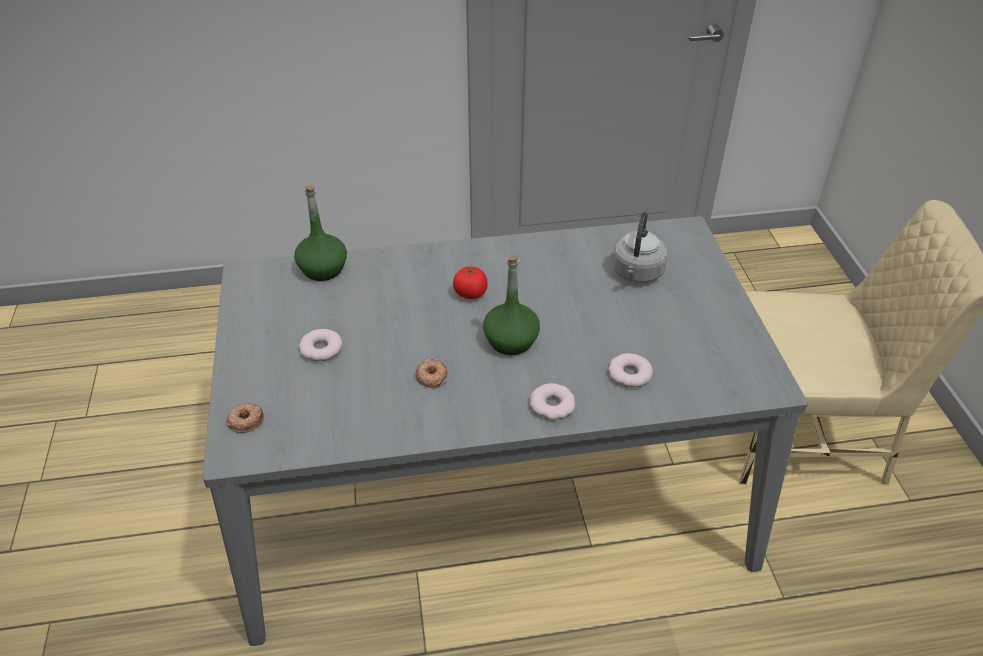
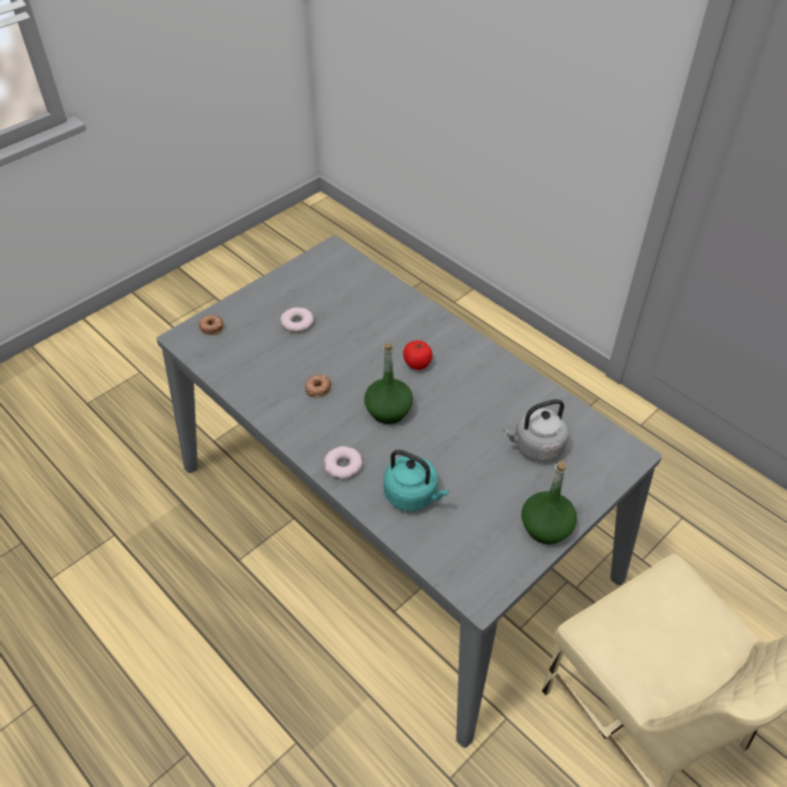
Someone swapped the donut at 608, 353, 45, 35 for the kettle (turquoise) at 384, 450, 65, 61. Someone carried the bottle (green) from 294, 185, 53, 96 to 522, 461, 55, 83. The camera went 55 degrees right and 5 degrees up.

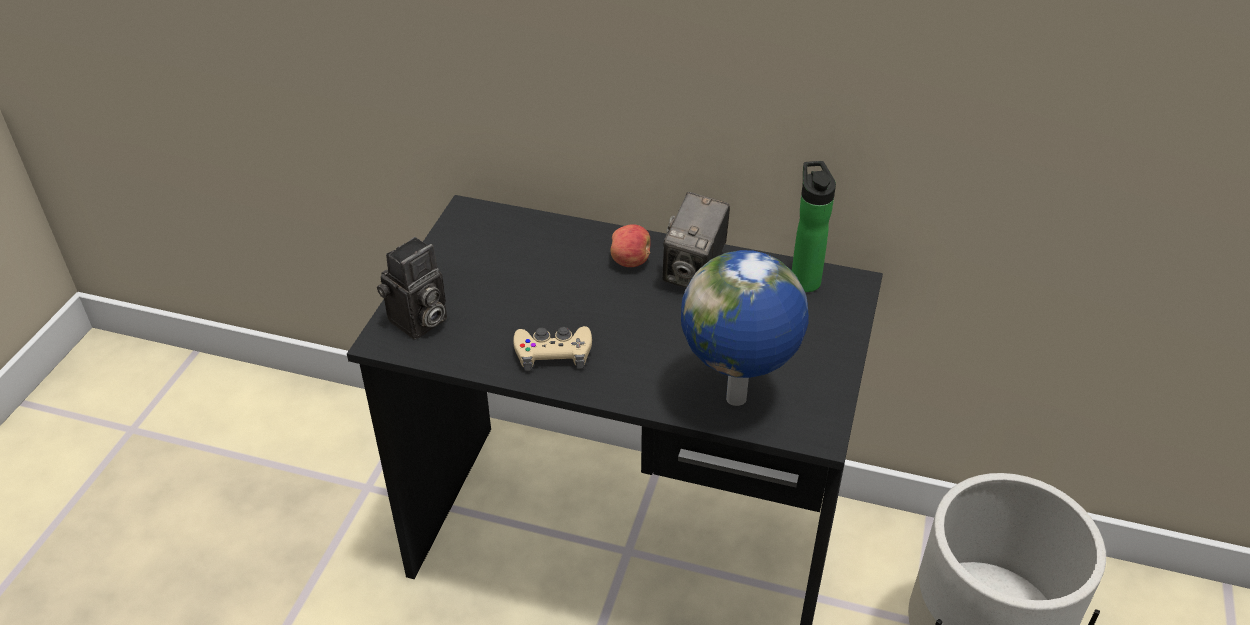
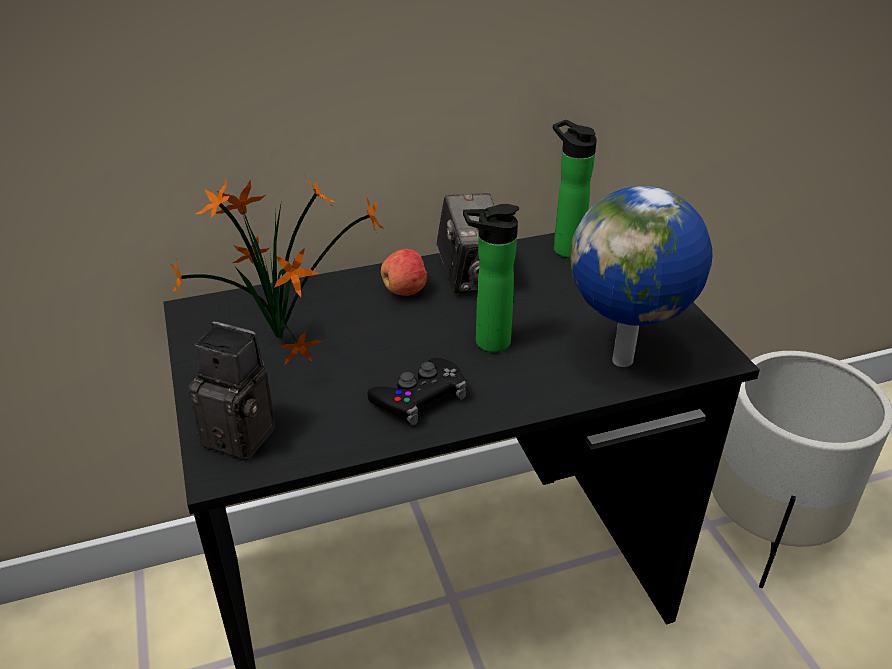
Someone put down the potted plant at 170, 174, 214, 190. Someone rotated the photo camera at 377, 237, 70, 102 by 75 degrees counterclockwise. Someone repainted the game controller (beige) at 513, 326, 79, 45, which became the game controller (black) at 367, 358, 100, 68. Someone put down the bottle at 463, 204, 56, 149. The camera went 35 degrees left and 5 degrees down.

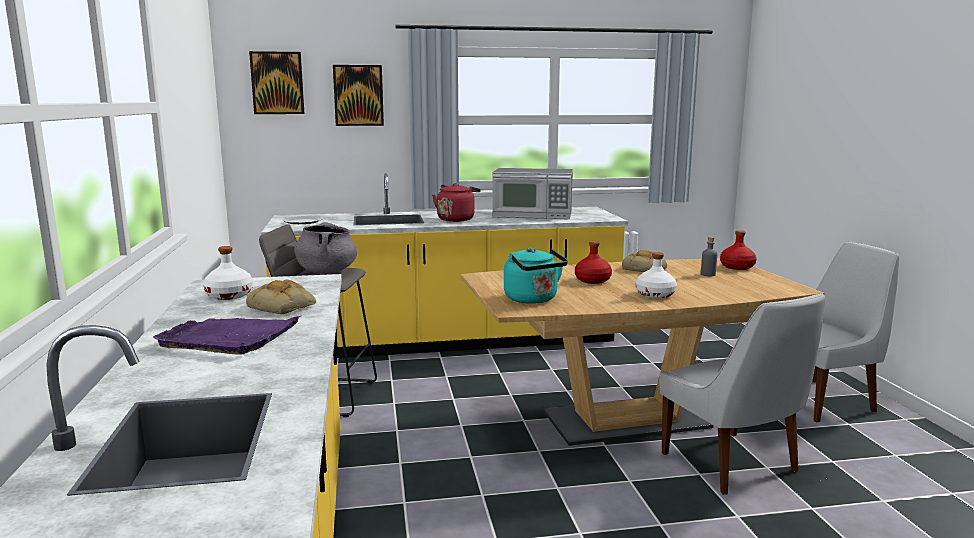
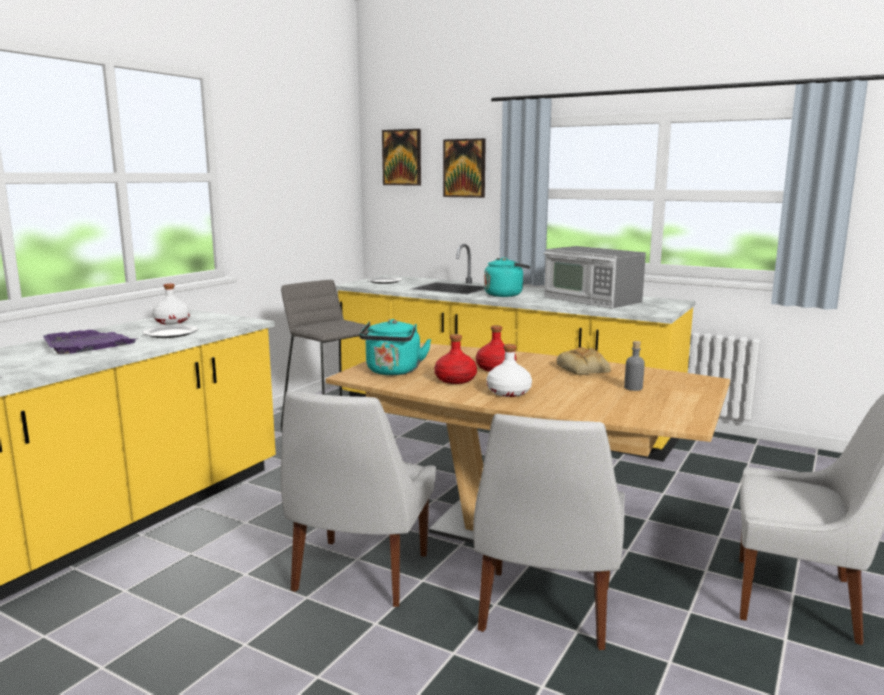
Someone swapped the bread at 246, 280, 70, 34 for the plate at 143, 325, 55, 13. Someone put down the chair (white) at 281, 391, 155, 216. Someone carried the bottle (red) from 720, 230, 36, 40 to 434, 334, 43, 50. Someone repainted the kettle (red) at 432, 183, 49, 39, which became the kettle (turquoise) at 484, 257, 47, 40. Someone took away the cooking pot (grey) at 294, 222, 63, 51. The camera went 40 degrees right and 0 degrees up.

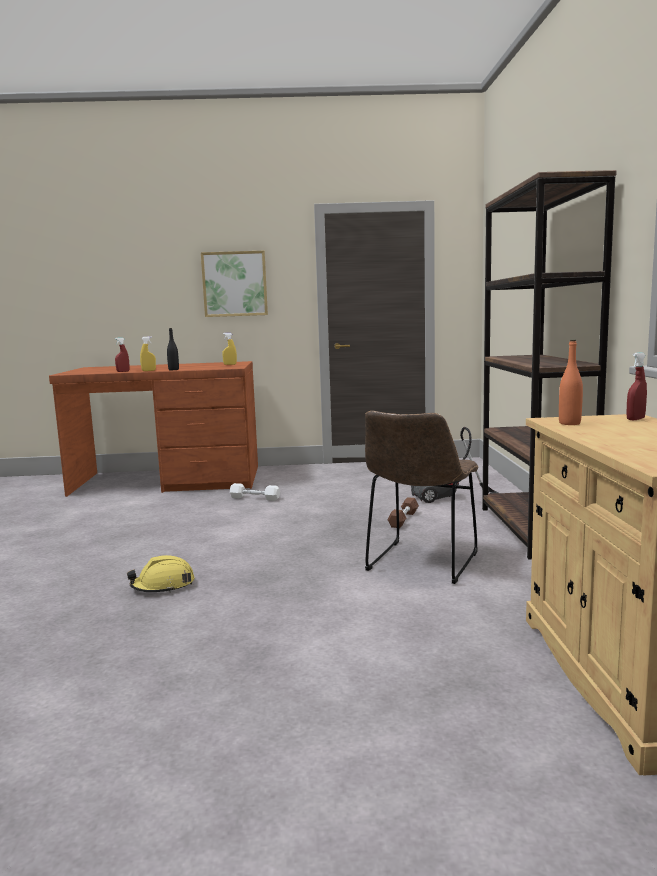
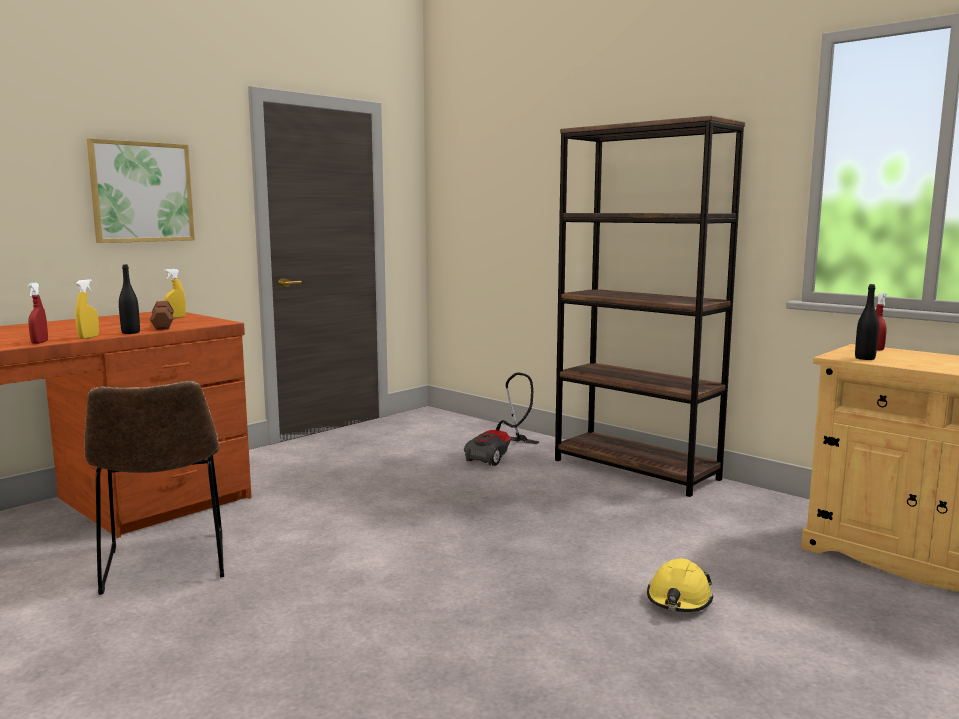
Someone carried the chair (brown) from 365, 411, 113, 173 to 84, 381, 140, 214. Someone carried the dumbbell (brown) from 387, 497, 32, 31 to 150, 301, 24, 29. Someone carried the hard hat (yellow) from 127, 555, 68, 38 to 647, 558, 66, 54. Someone repainted the bottle (orange) at 559, 340, 24, 85, which became the bottle (black) at 855, 284, 24, 76. Someone took away the dumbbell (white) at 230, 483, 50, 18. The camera went 45 degrees left and 0 degrees up.

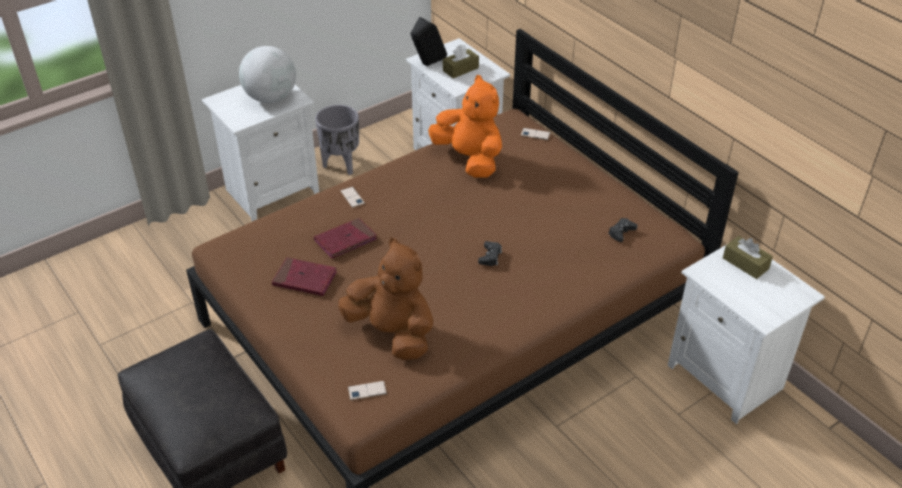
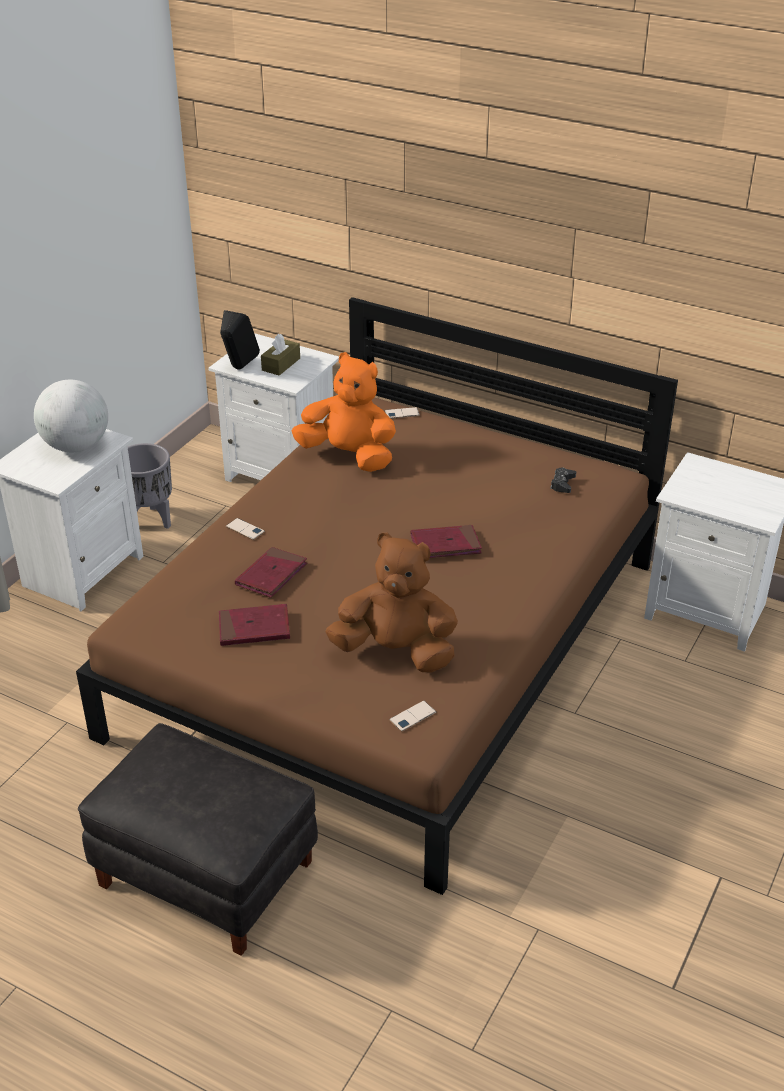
Someone swapped the game controller (black) at 478, 241, 24, 25 for the book (red) at 411, 525, 71, 33. Someone took away the tissue box (brown) at 723, 236, 50, 43. The camera went 25 degrees left and 5 degrees down.

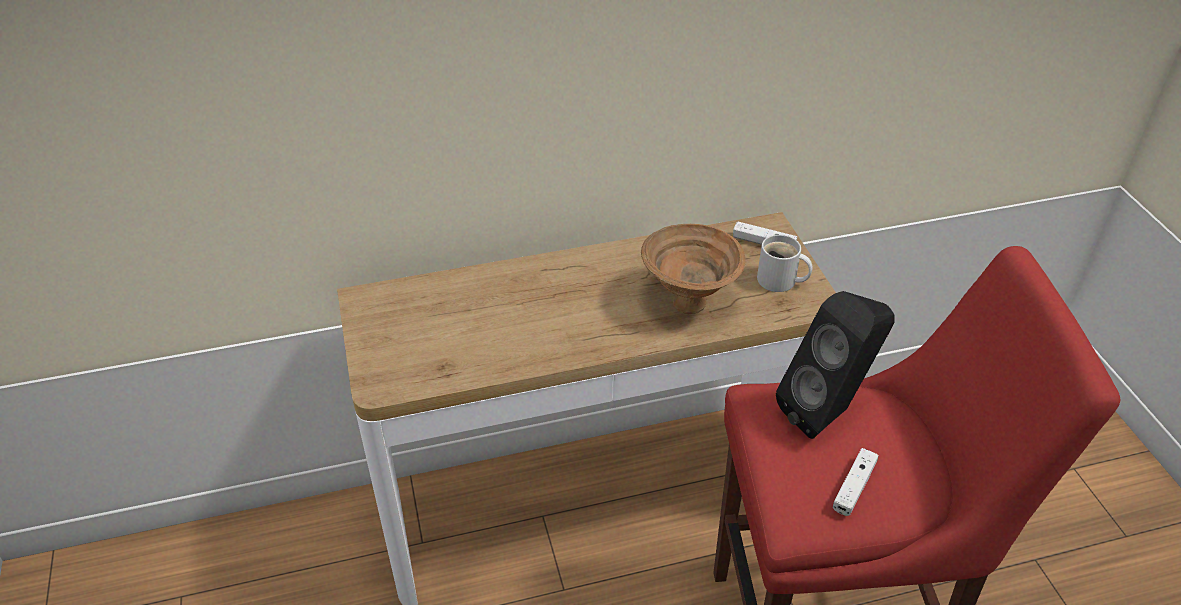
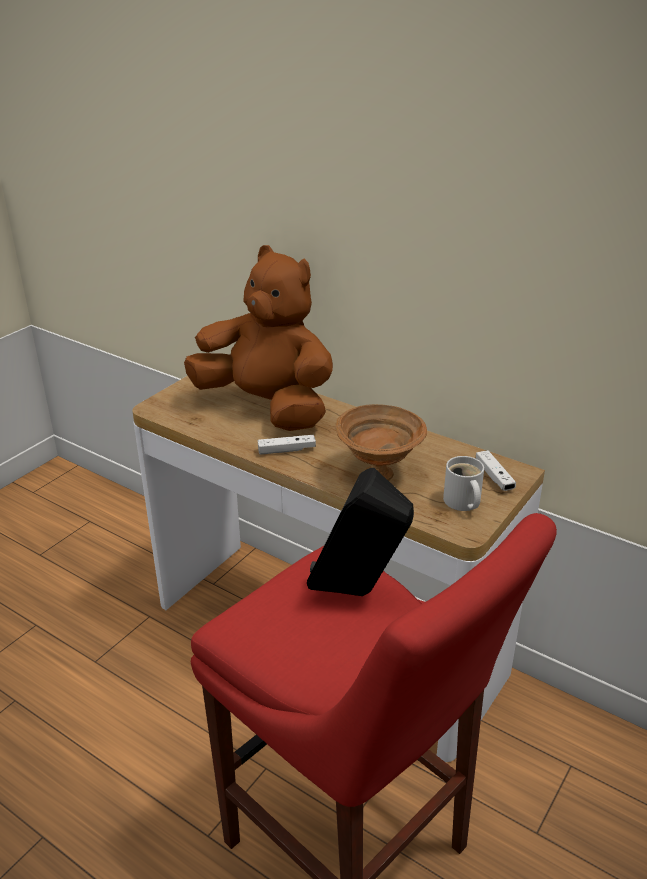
Someone put down the plush toy (brown) at 184, 245, 149, 186. Someone carried the game controller (white) from 833, 448, 46, 68 to 258, 435, 58, 20. The camera went 50 degrees right and 10 degrees down.

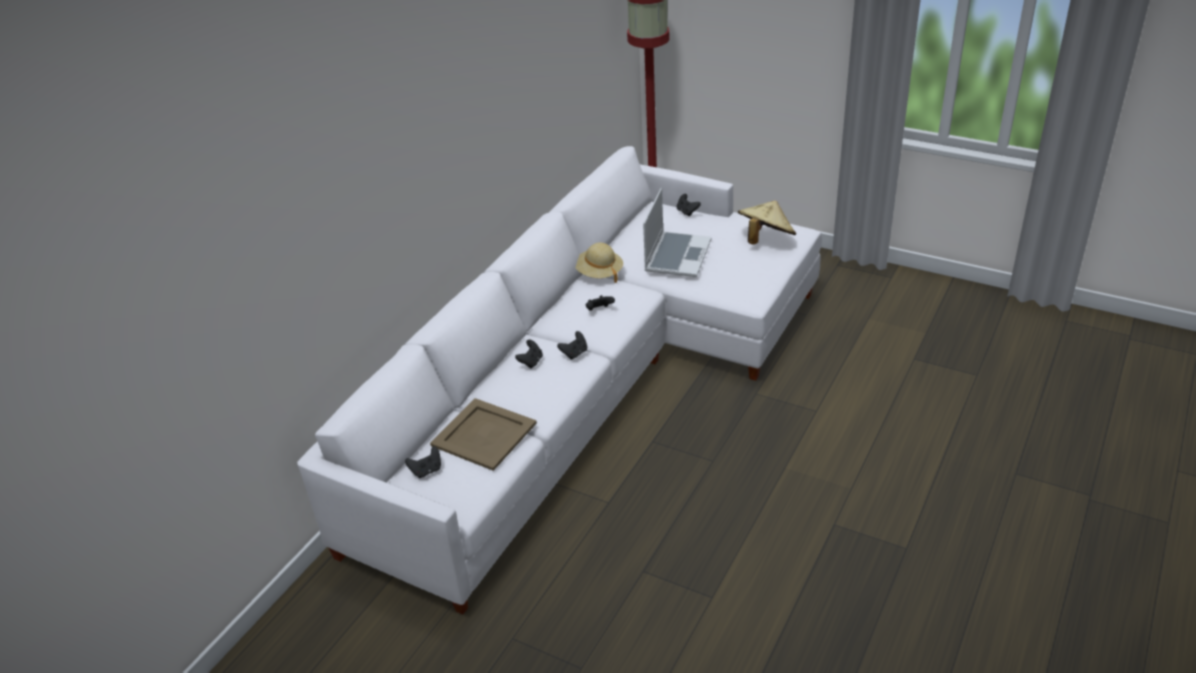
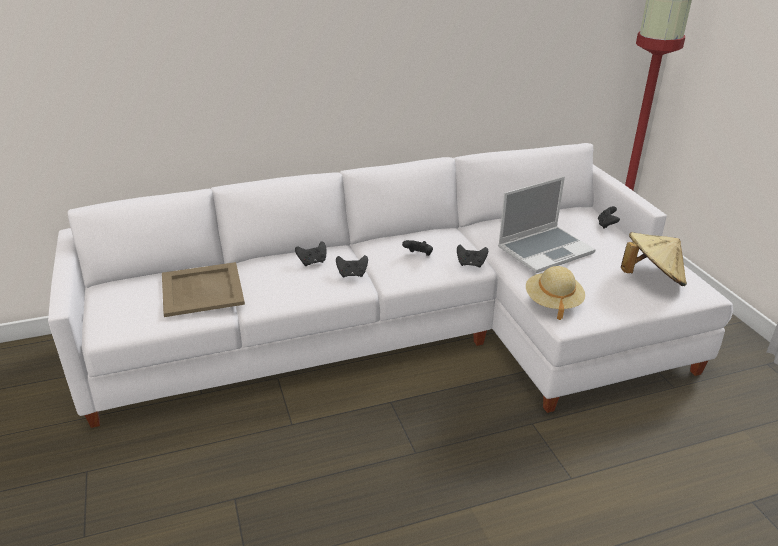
Someone carried the game controller (black) from 405, 446, 36, 32 to 457, 245, 31, 23. Someone carried the hat (beige) from 576, 243, 47, 40 to 526, 266, 59, 54. The camera went 40 degrees right and 5 degrees down.

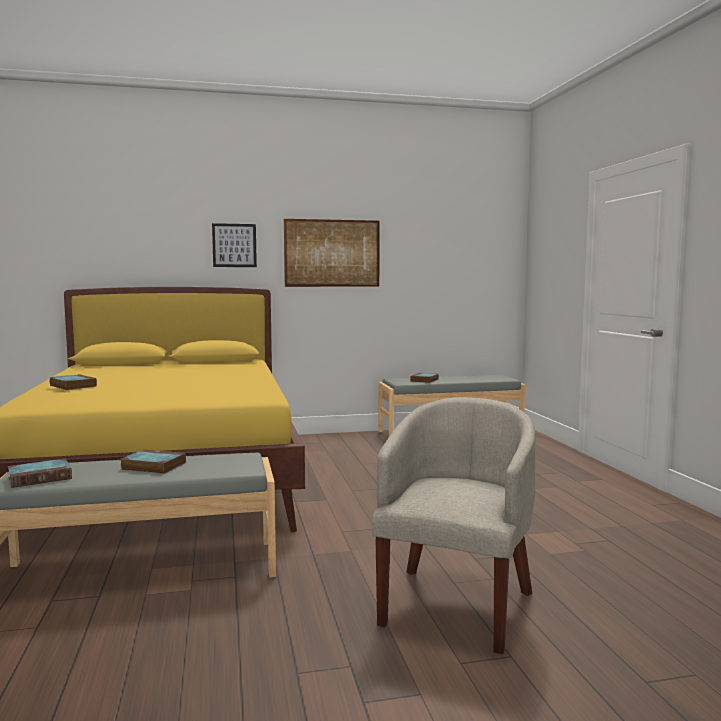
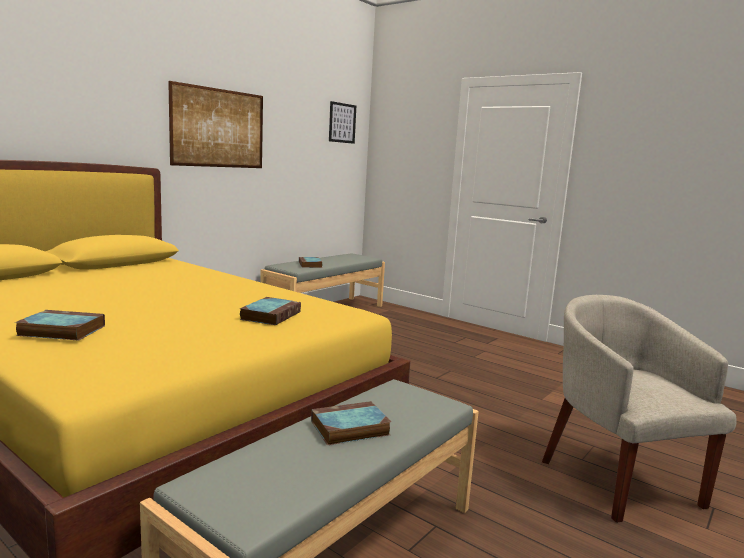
Someone carried the book from 8, 458, 64, 30 to 240, 297, 61, 28. Someone carried the picture from 212, 223, 45, 44 to 329, 101, 27, 43. The camera went 40 degrees left and 5 degrees up.

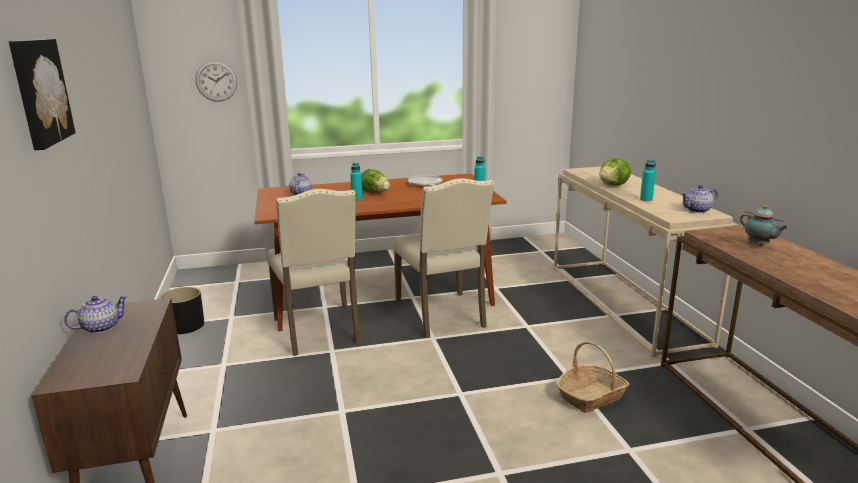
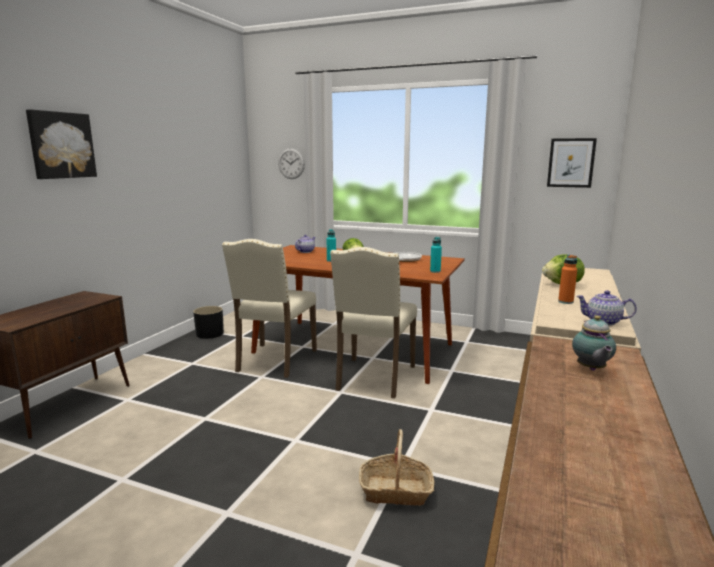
Someone put up the picture at 547, 138, 50, 50. Someone repainted the bottle (turquoise) at 640, 160, 16, 41, which became the bottle (orange) at 558, 255, 19, 49. Someone took away the teapot at 64, 295, 64, 38. The camera went 35 degrees right and 5 degrees down.

